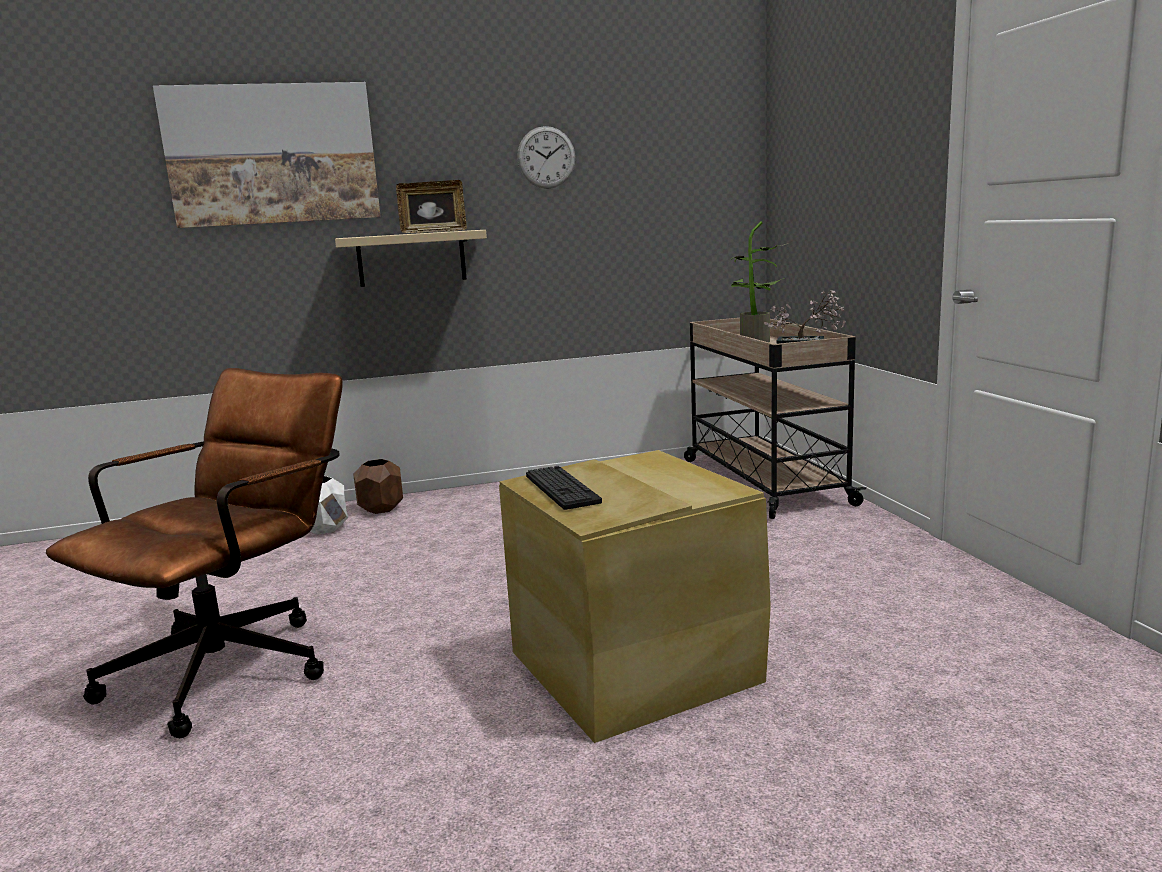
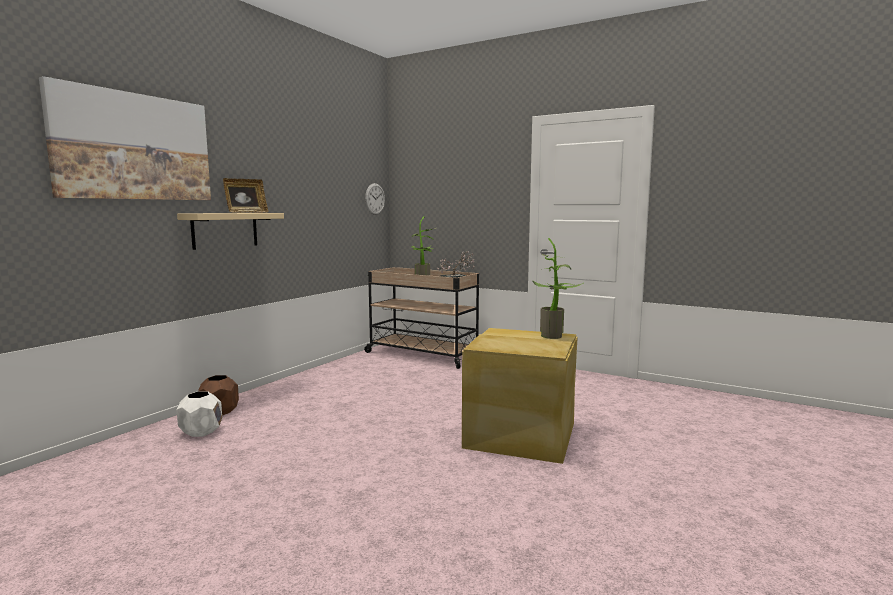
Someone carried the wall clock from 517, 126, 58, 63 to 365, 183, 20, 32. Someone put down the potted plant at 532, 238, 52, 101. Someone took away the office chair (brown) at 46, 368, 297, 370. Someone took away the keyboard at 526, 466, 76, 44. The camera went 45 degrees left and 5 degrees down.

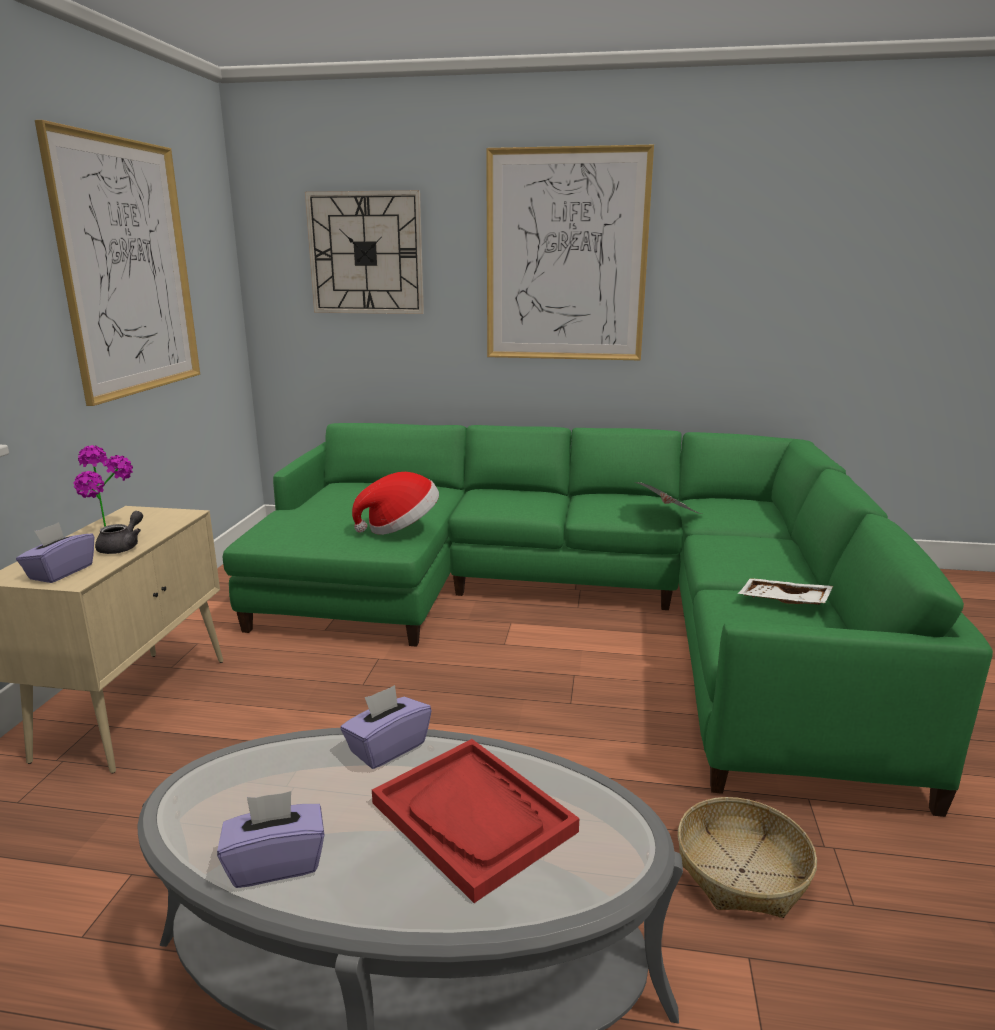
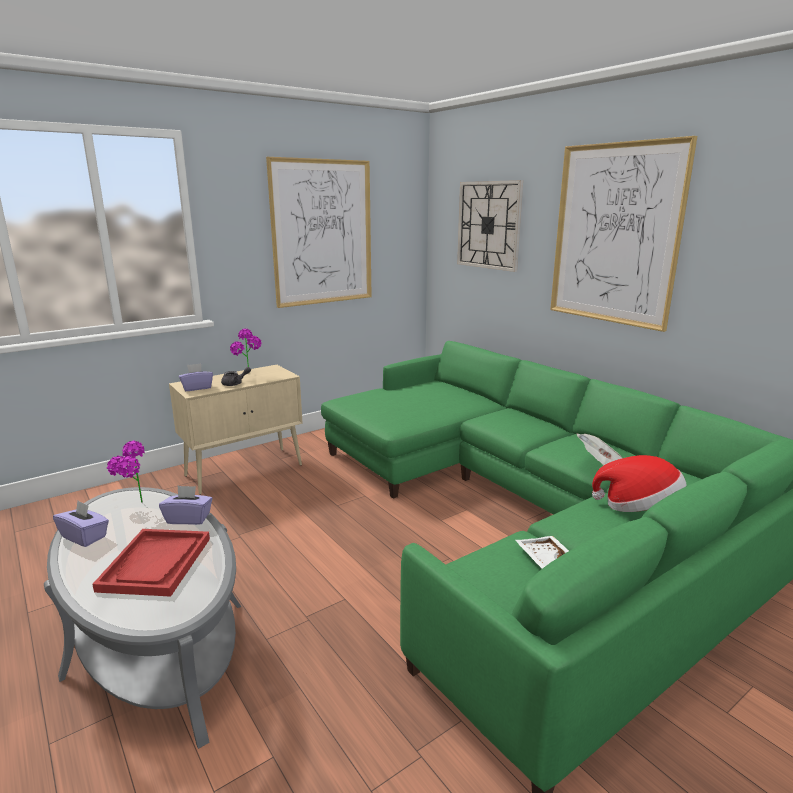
Someone put down the potted plant at 107, 441, 38, 62. Someone carried the hat from 352, 472, 87, 63 to 592, 455, 95, 57. Someone took away the basket at 678, 797, 139, 121. The camera went 45 degrees right and 0 degrees up.

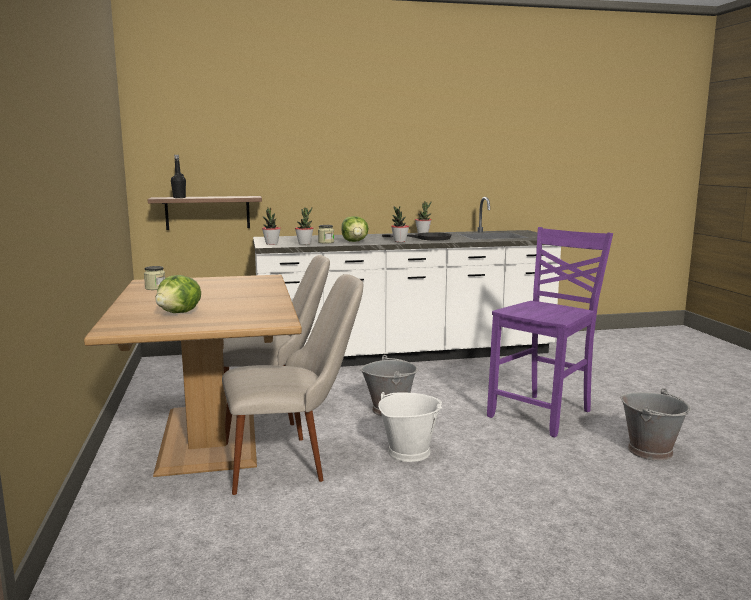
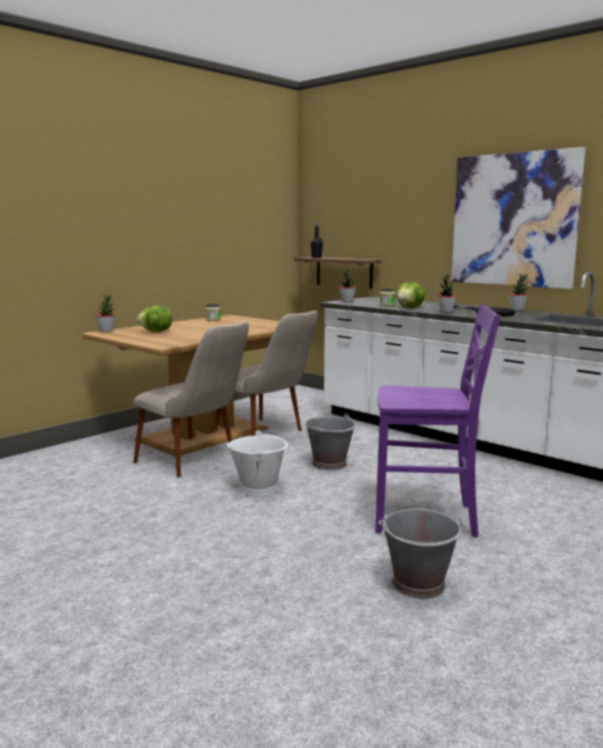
Someone carried the potted plant from 295, 208, 19, 37 to 96, 295, 19, 37. Someone put up the picture at 451, 147, 134, 142. The camera went 55 degrees right and 0 degrees up.

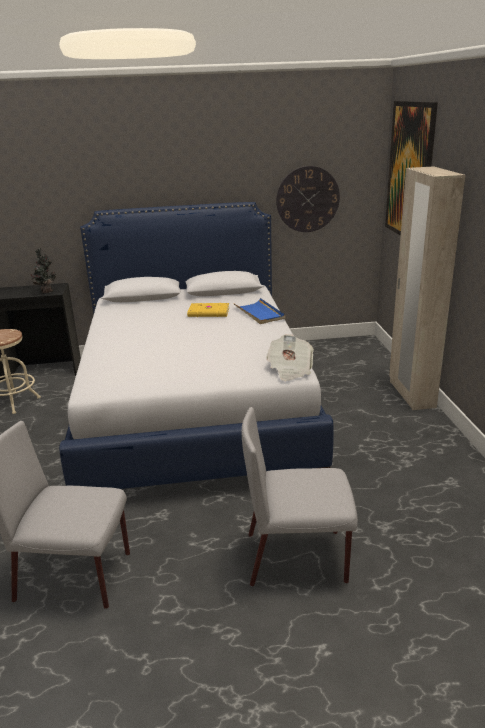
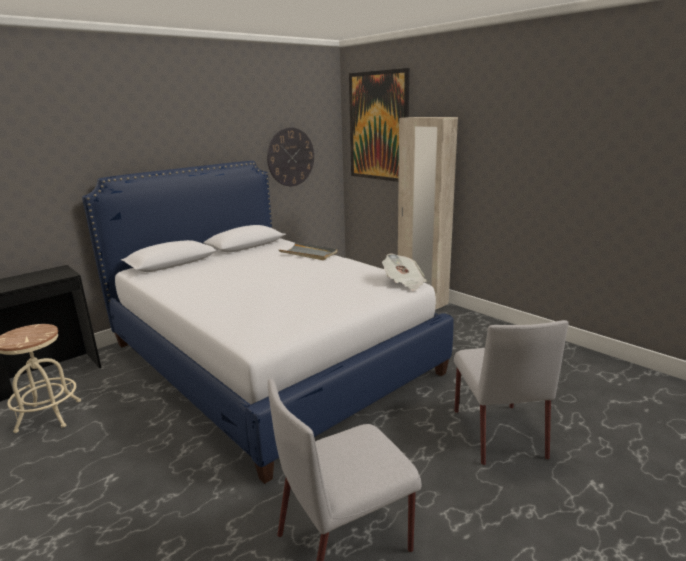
Someone repainted the tray (blue) at 233, 298, 53, 26, which became the tray (grey) at 279, 242, 58, 18. Someone rotated the chair (grey) at 242, 407, 116, 179 by 60 degrees counterclockwise. Someone took away the potted plant at 31, 248, 25, 46. Someone took away the book (yellow) at 187, 303, 42, 14. The camera went 35 degrees left and 5 degrees down.

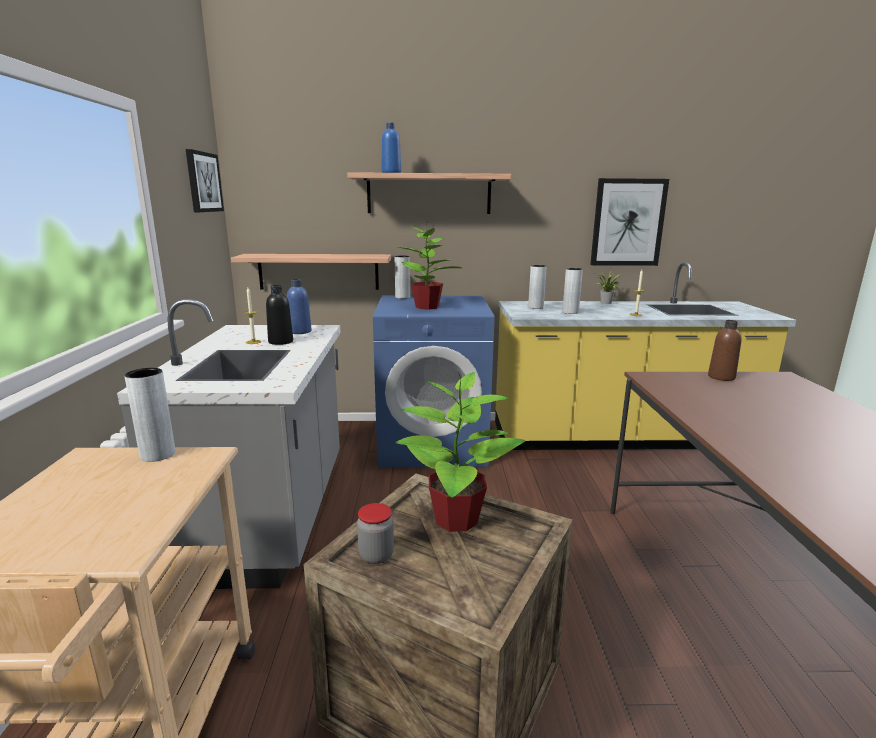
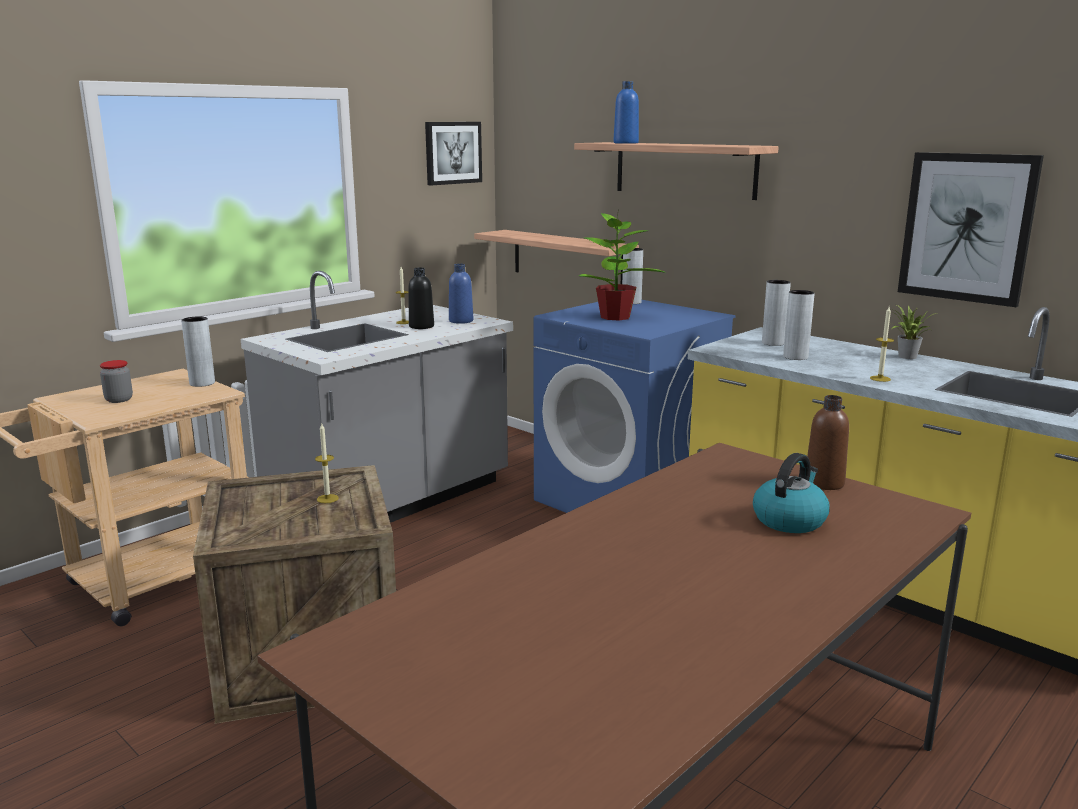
Someone carried the jar from 357, 503, 37, 61 to 100, 360, 33, 43. Someone swapped the potted plant at 395, 372, 130, 160 for the candle at 315, 424, 24, 79. Someone put down the kettle at 753, 453, 77, 80. The camera went 45 degrees right and 0 degrees up.

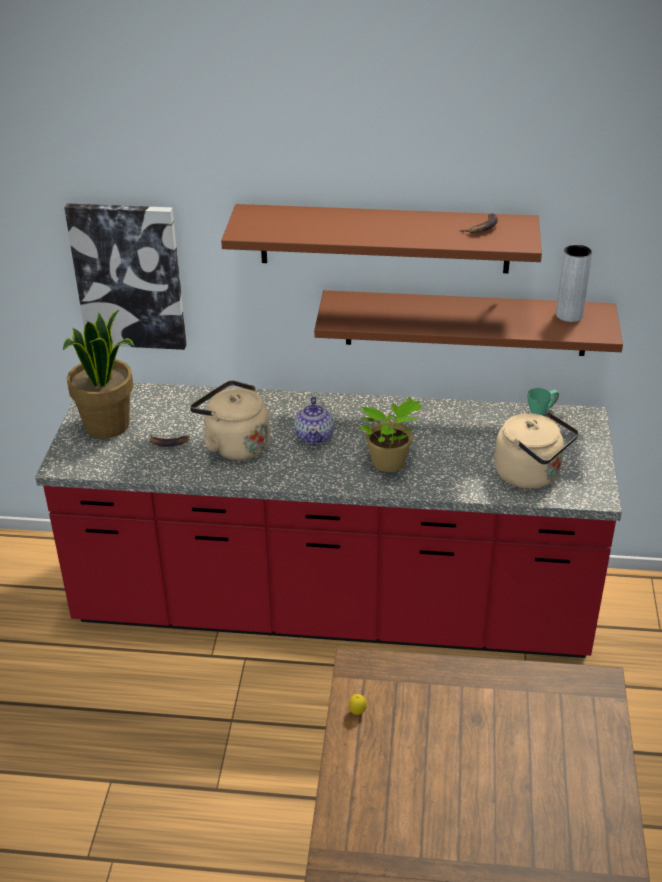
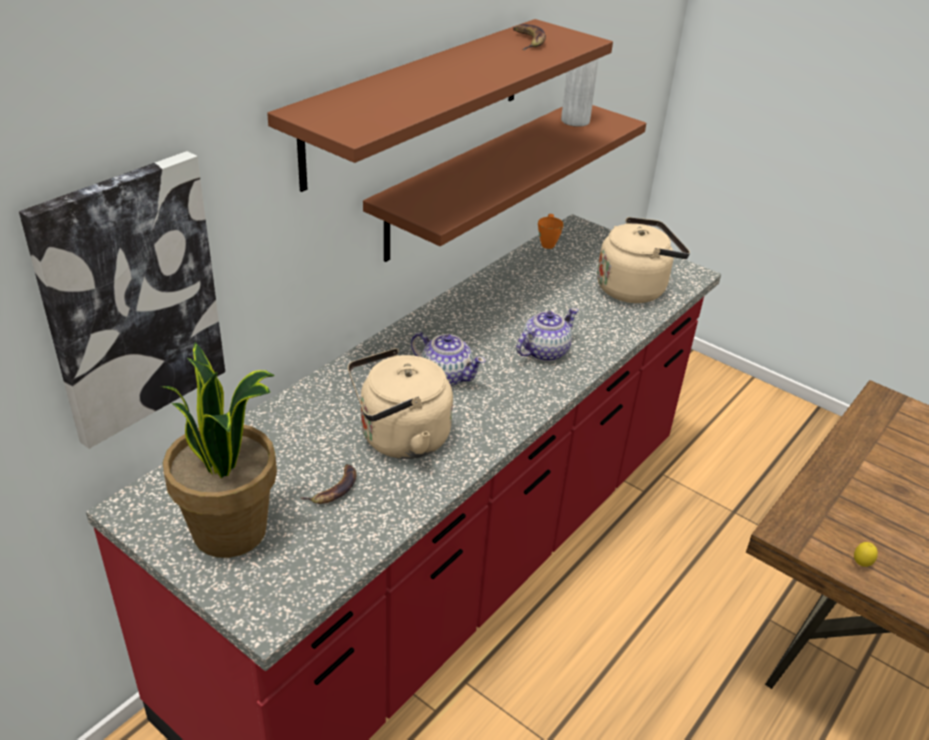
Someone swapped the potted plant at 359, 397, 64, 75 for the teapot at 516, 308, 62, 54. Someone repainted the mug (green) at 527, 388, 32, 28, which became the mug (orange) at 538, 214, 26, 35. The camera went 60 degrees left and 0 degrees up.

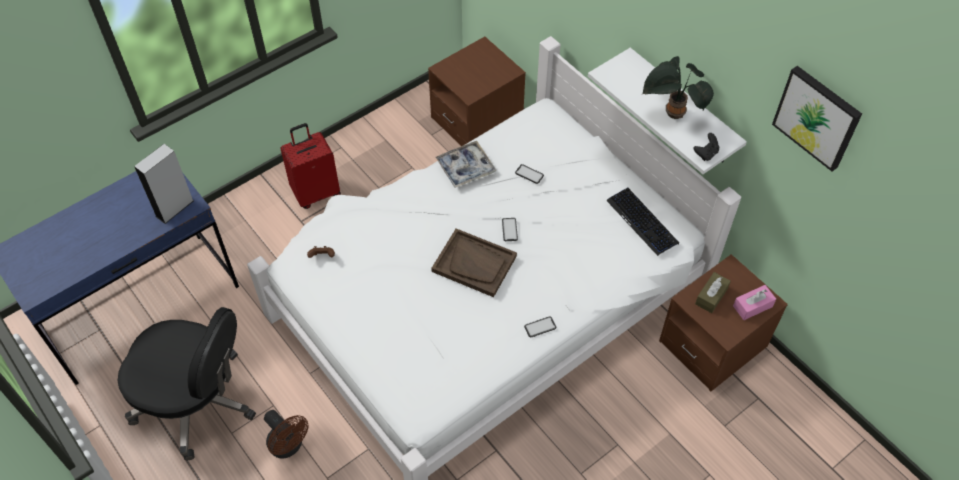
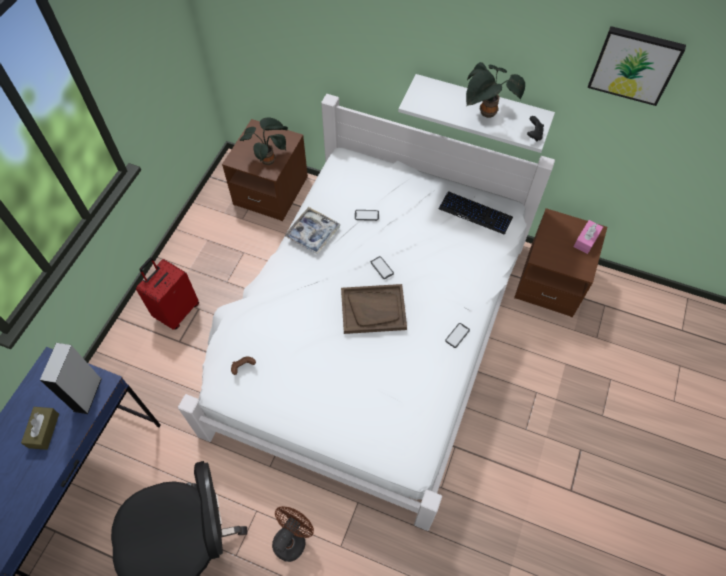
Someone carried the tissue box (brown) from 695, 272, 36, 41 to 21, 407, 38, 43. Someone put down the potted plant at 240, 118, 48, 47. Someone rotated the fan (brown) at 264, 410, 45, 49 by 75 degrees counterclockwise. The camera went 30 degrees left and 5 degrees up.

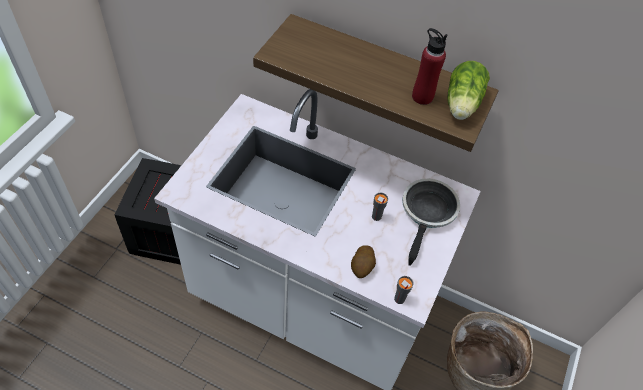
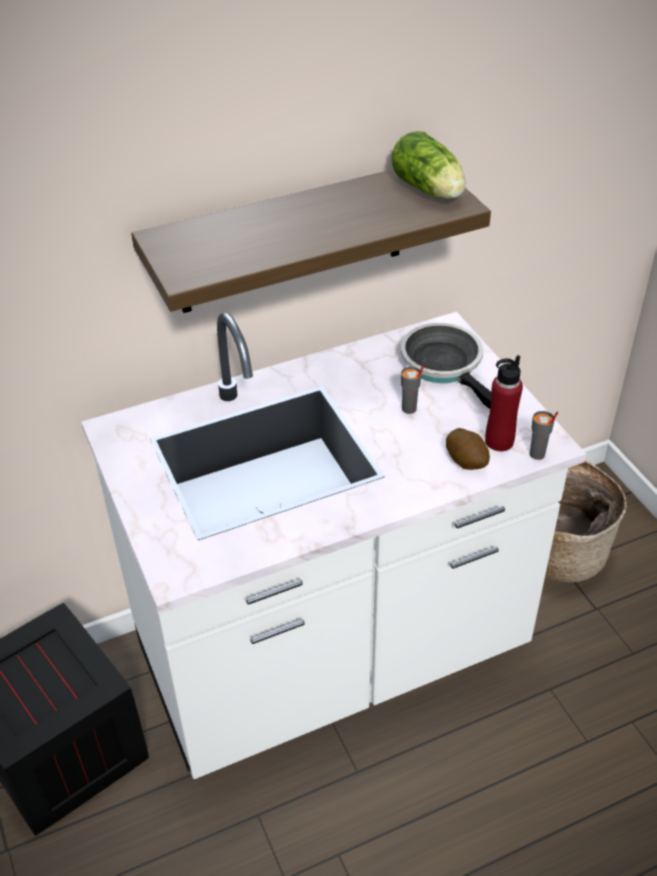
Someone carried the bottle (red) from 412, 28, 35, 77 to 485, 355, 38, 96. The camera went 45 degrees left and 10 degrees down.

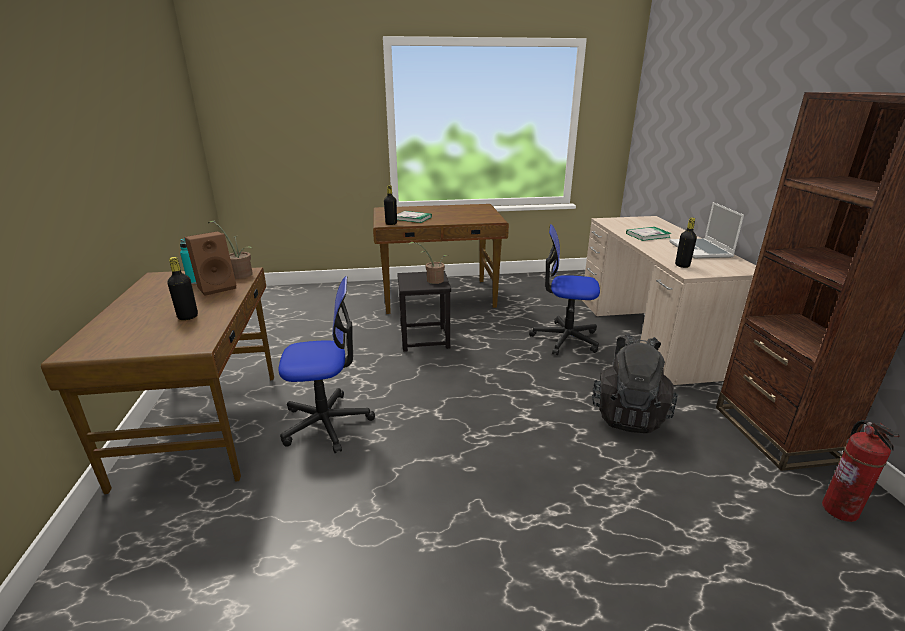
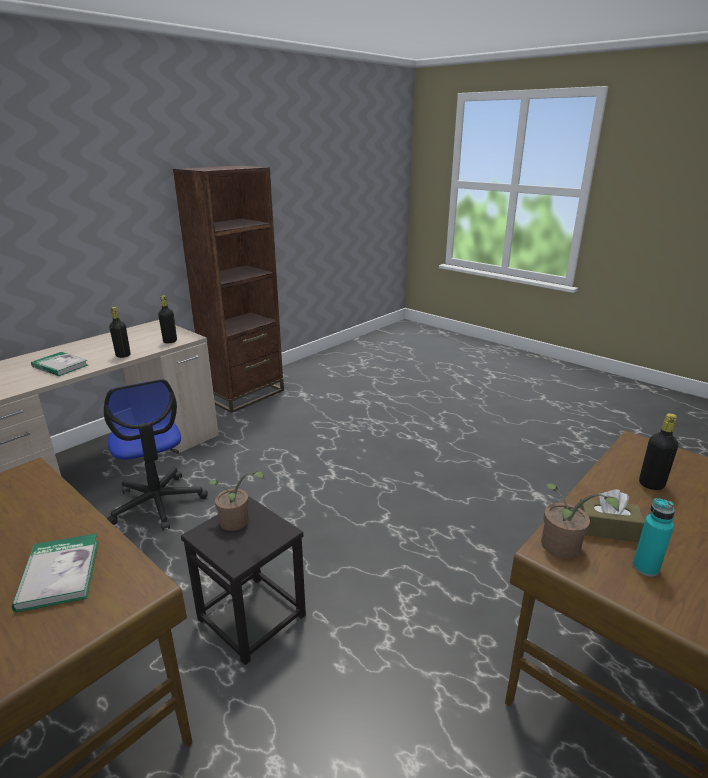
Someone carried the bottle (black) from 384, 185, 13, 40 to 109, 307, 21, 51. Someone swapped the speaker (brown) at 185, 231, 51, 65 for the tissue box (brown) at 579, 489, 66, 53. Someone took away the office chair at 279, 276, 96, 177. Someone took away the backpack (black) at 592, 334, 86, 99. Someone took away the laptop at 669, 202, 75, 56. Someone took away the fire extinguisher at 822, 420, 78, 102. The camera went 130 degrees left and 0 degrees up.

